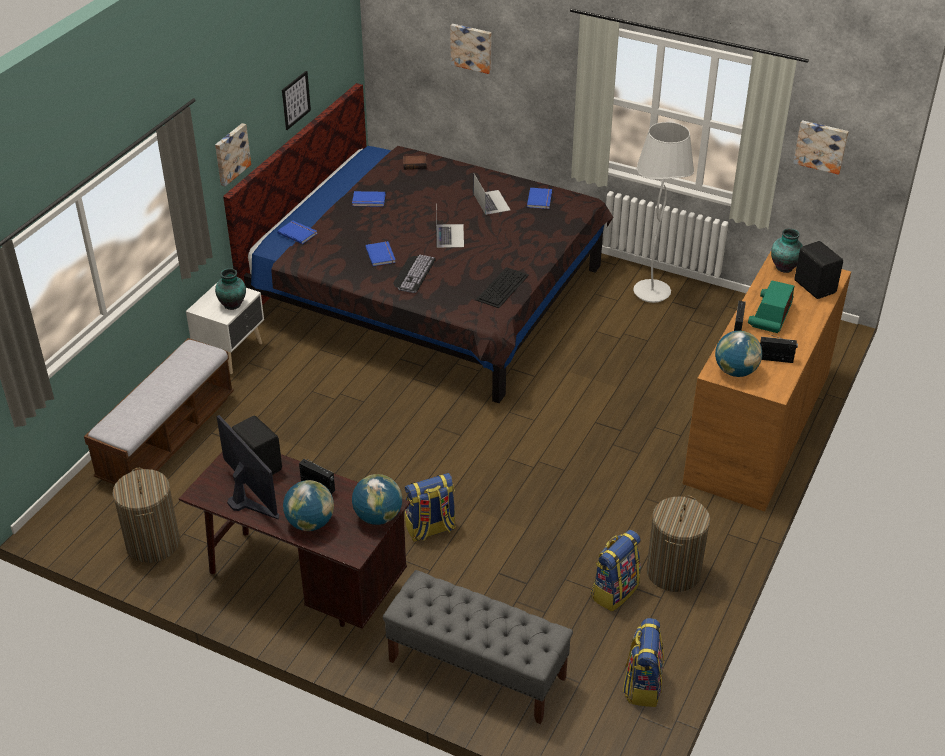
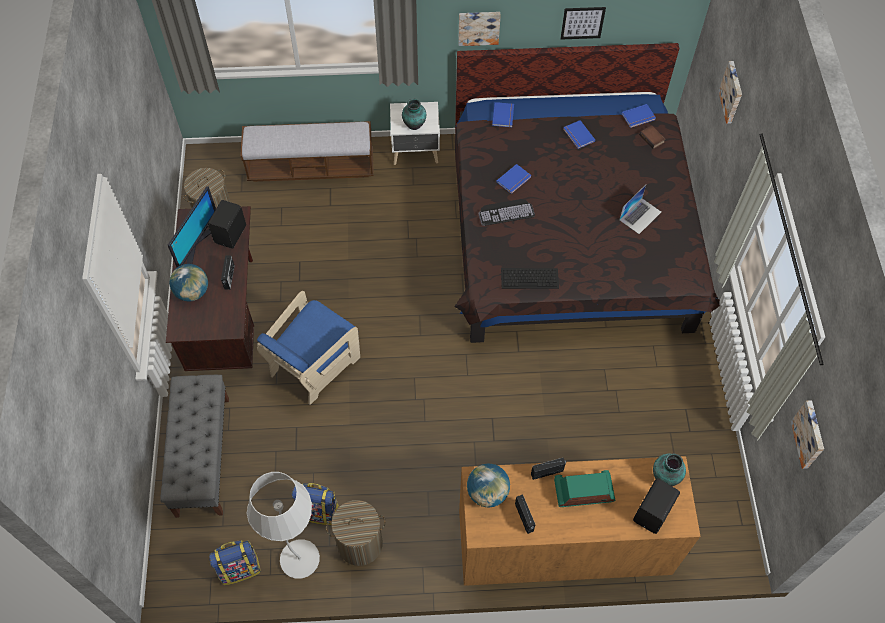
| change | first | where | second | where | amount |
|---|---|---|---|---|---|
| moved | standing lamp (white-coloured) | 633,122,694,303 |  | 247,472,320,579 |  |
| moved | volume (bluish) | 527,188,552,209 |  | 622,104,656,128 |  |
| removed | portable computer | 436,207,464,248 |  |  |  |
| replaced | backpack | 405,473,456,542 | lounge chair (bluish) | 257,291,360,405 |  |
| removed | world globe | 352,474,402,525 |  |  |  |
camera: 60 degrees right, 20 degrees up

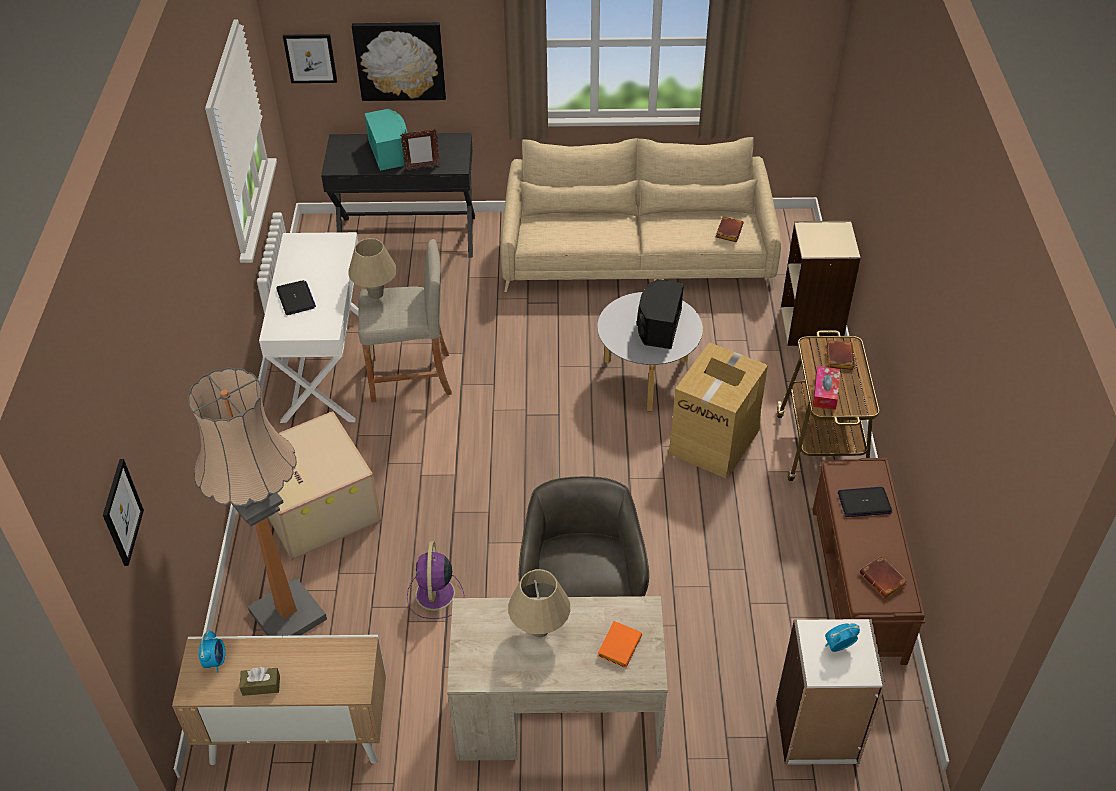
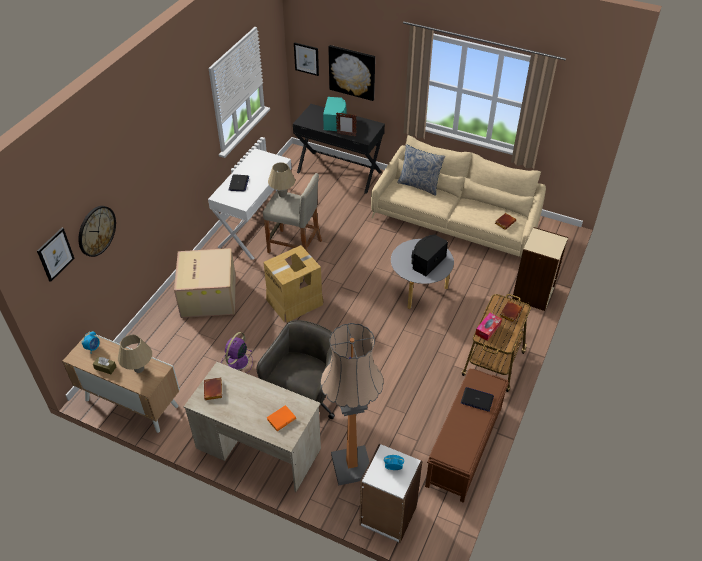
| change | first | where | second | where | amount |
|---|---|---|---|---|---|
| moved | carton | 669,342,768,478 |  | 263,245,324,323 |  |
| moved | standing lamp | 188,367,327,636 |  | 320,323,384,486 |  |
| moved | volume (brown-coloured) | 859,556,908,598 |  | 204,377,222,400 |  |
| moved | lamp for a table (beige-coloured) | 508,569,570,637 |  | 118,334,152,373 |  |
| added |  |  | pillow | 397,144,445,196 |  |
| added |  |  | wall clock | 78,206,116,257 |  |
camera: 25 degrees right, 0 degrees up

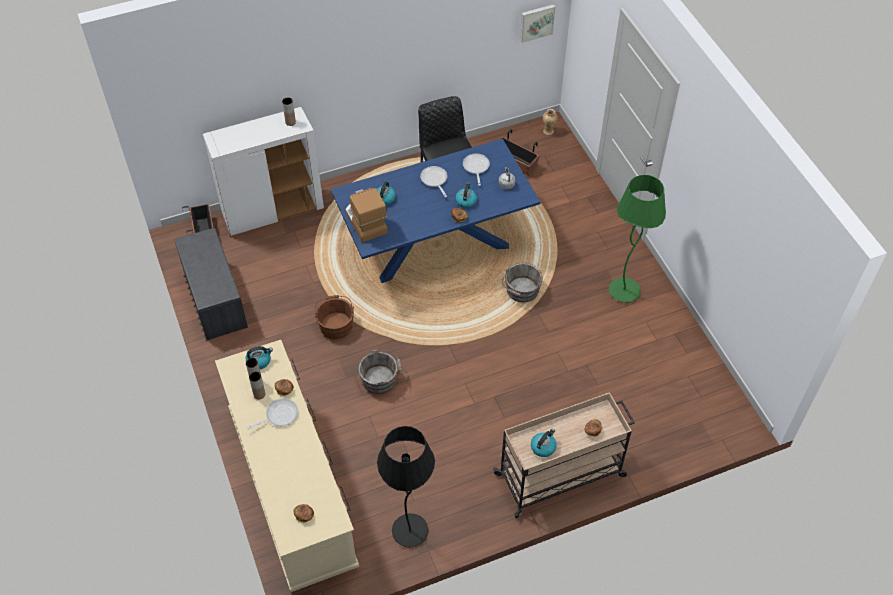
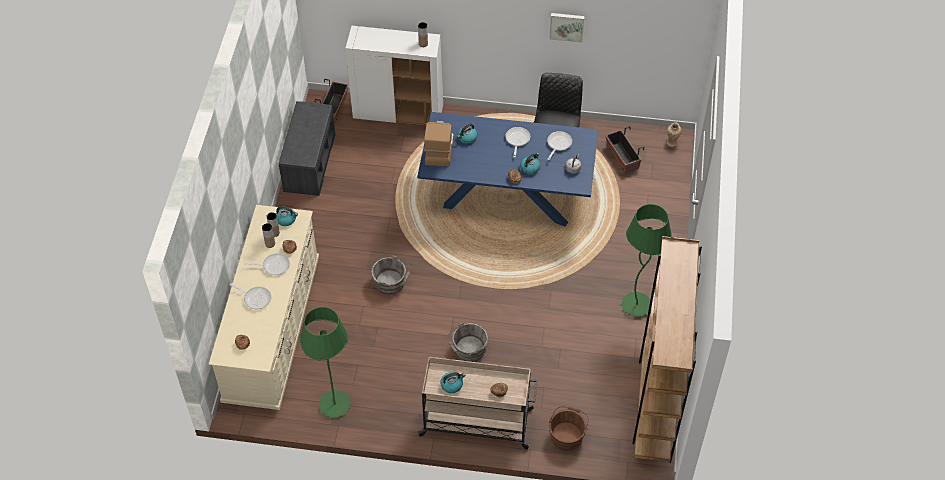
| change | first | where | second | where | amount |
|---|---|---|---|---|---|
| moved | wall picture | 520,4,555,43 |  | 549,13,584,43 |  |
| moved | pail (grey) | 502,263,543,302 |  | 448,323,488,362 |  |
| moved | pail (brown-coloured) | 314,295,354,339 |  | 549,406,589,450 |  |
| recoloured | standing lamp (blackish) | 377,426,435,548 | standing lamp (green) | 300,307,351,418 |  |
| added |  |  | bookshelf (brown-coloured) | 632,236,702,463 |  |
| added |  |  | skillet | 230,283,271,309 |  |
camera: 30 degrees right, 0 degrees up

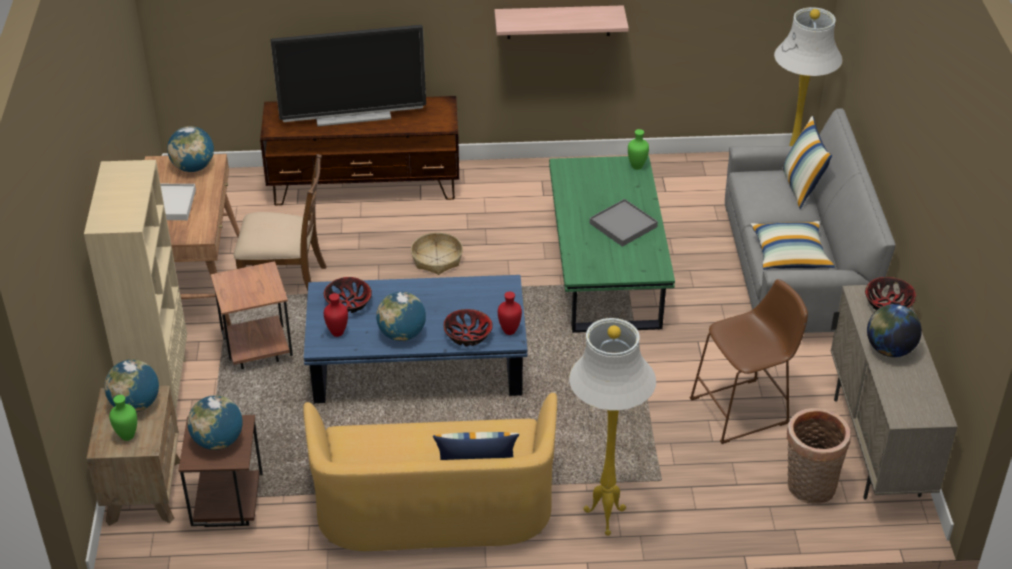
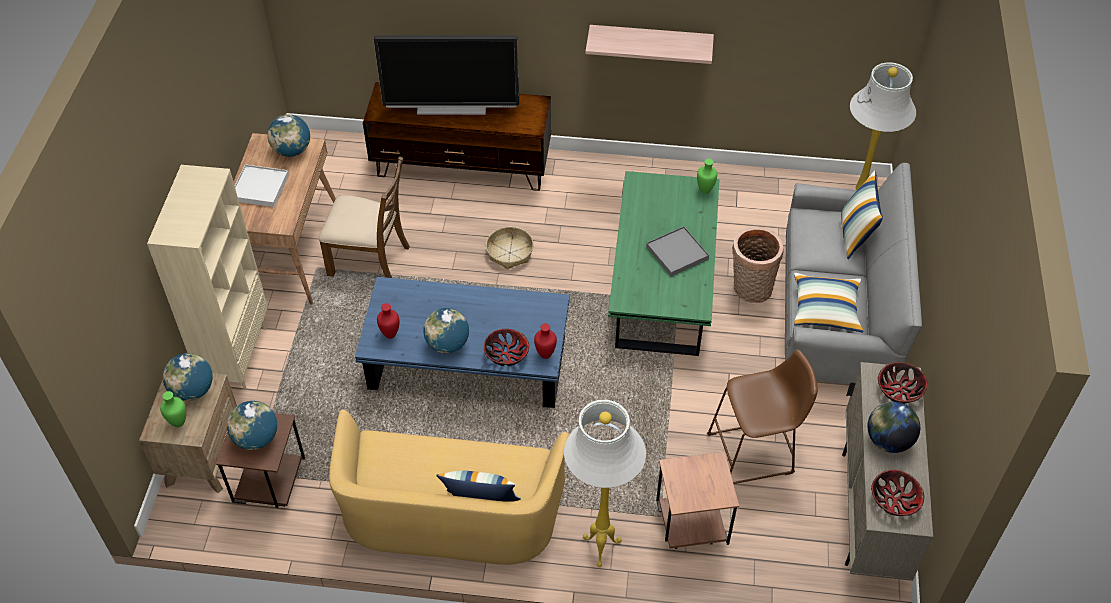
| change | first | where | second | where | amount |
|---|---|---|---|---|---|
| moved | accent table (brown-coloured) | 211,261,293,369 |  | 656,452,739,549 |  |
| moved | serving bowl | 324,277,372,313 |  | 871,470,924,516 |  |
| moved | storage basket | 786,408,851,504 |  | 732,227,783,303 |  |
camera: 10 degrees right, 10 degrees up

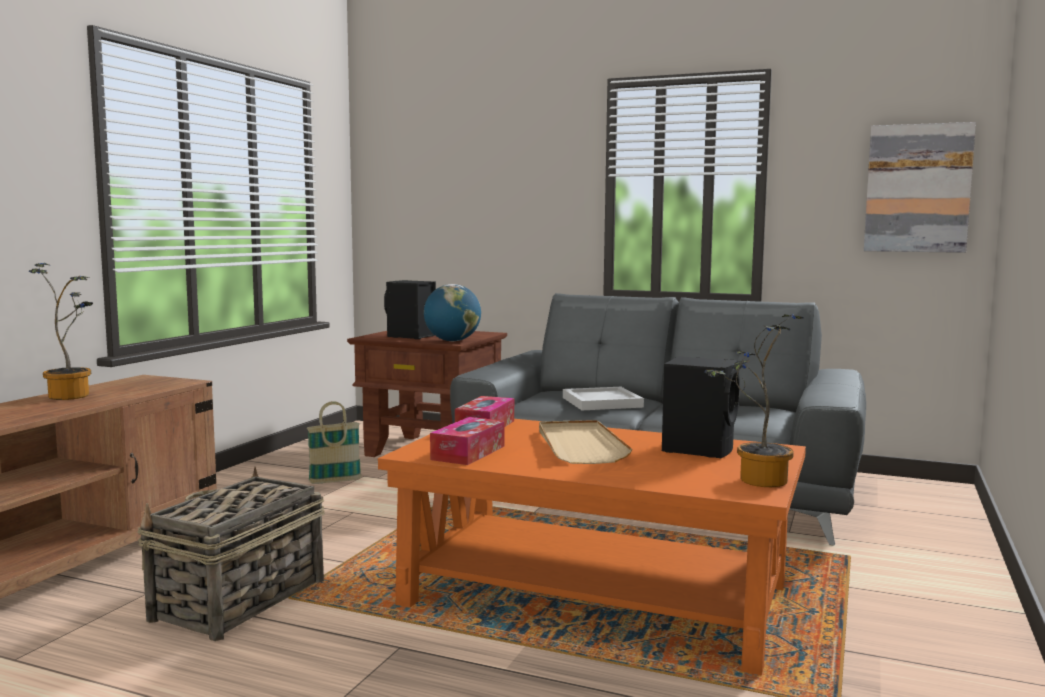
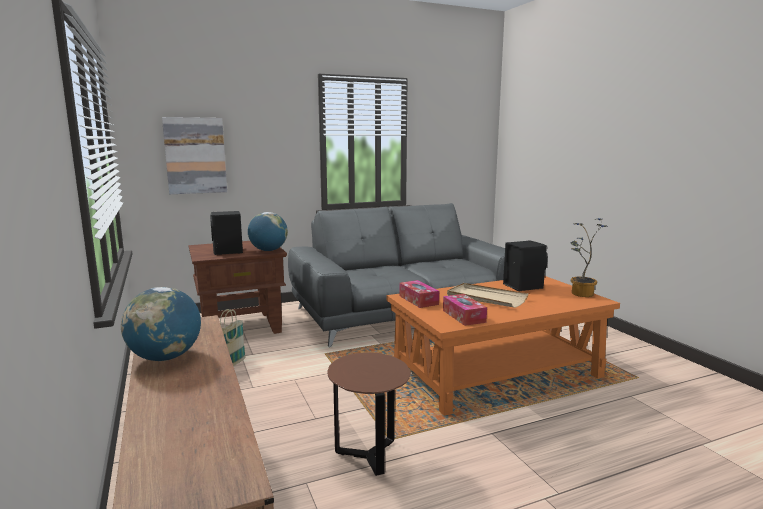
| change | first | where | second | where | amount |
|---|---|---|---|---|---|
| moved | wall picture | 864,122,976,253 |  | 162,117,227,194 |  |
| replaced | houseplant | 29,263,93,400 | world globe | 121,287,201,361 |  |
| removed | tray (white-coloured) | 563,387,644,410 |  |  |  |
| replaced | storage basket | 137,467,325,641 | accent table (brown-coloured) | 327,353,411,476 |  |
camera: 45 degrees left, 5 degrees up

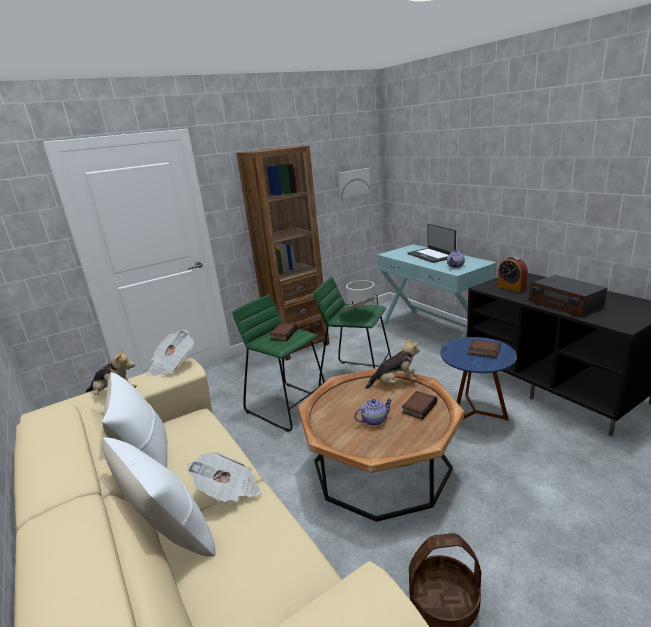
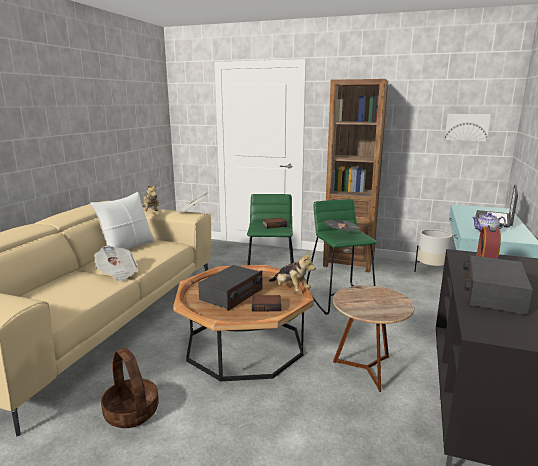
| change | first | where | second | where | amount |
|---|---|---|---|---|---|
| recoloured | accent table (bluish) | 440,337,517,421 | accent table (brown-coloured) | 333,285,414,392 |  |
| removed | volume | 468,339,501,358 |  |  |  |
| replaced | pot for tea | 354,398,393,426 | radio set | 198,265,263,311 |  |
| removed | pillow (white-coloured) | 102,437,215,557 |  |  |  |
camera: 50 degrees right, 5 degrees down

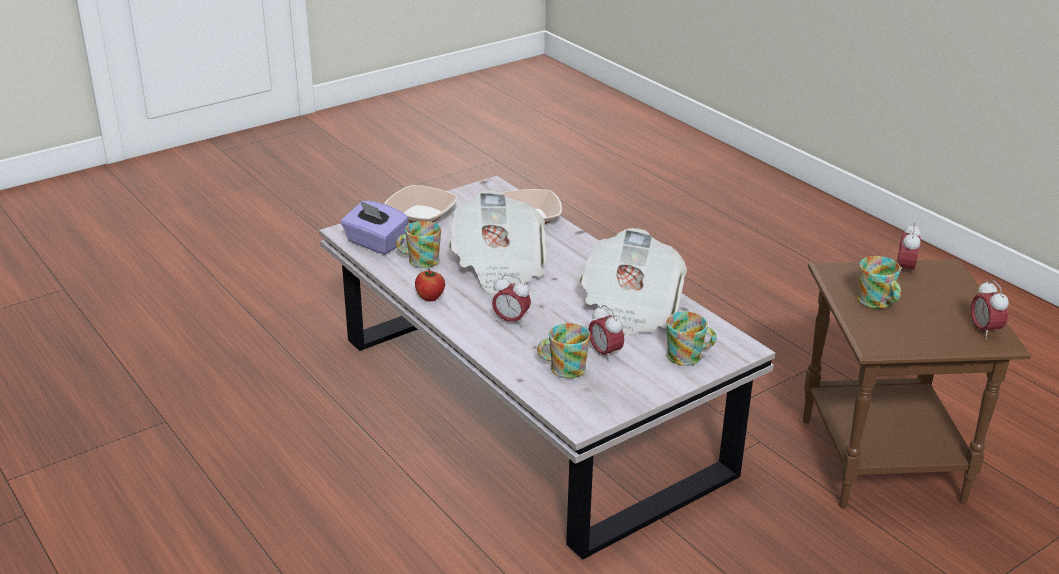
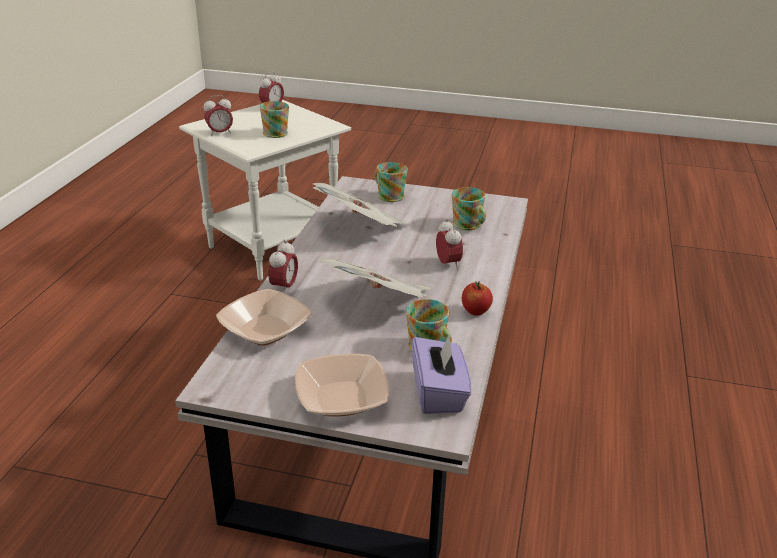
| change | first | where | second | where | amount |
|---|---|---|---|---|---|
| recoloured | accent table (brown-coloured) | 803,259,1031,508 | accent table (white-coloured) | 179,100,351,280 |  |
| moved | table clock | 589,305,624,362 |  | 268,240,298,294 |  |
camera: 130 degrees left, 0 degrees up

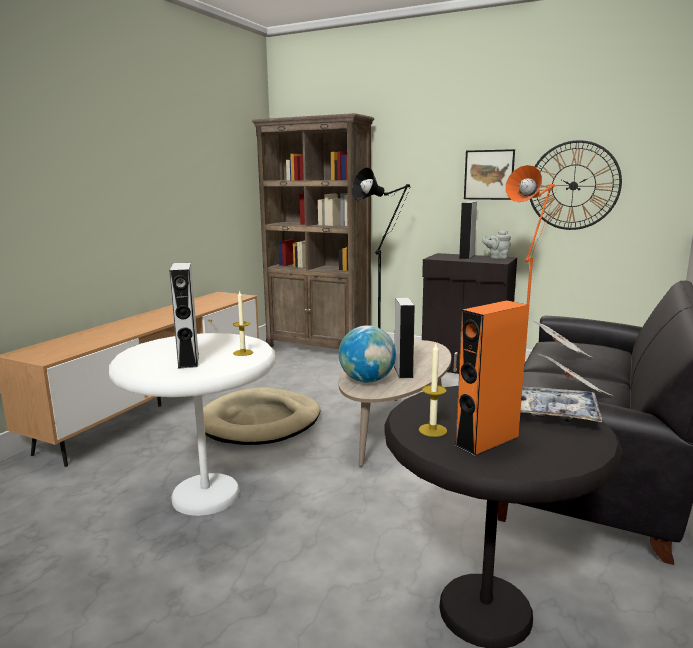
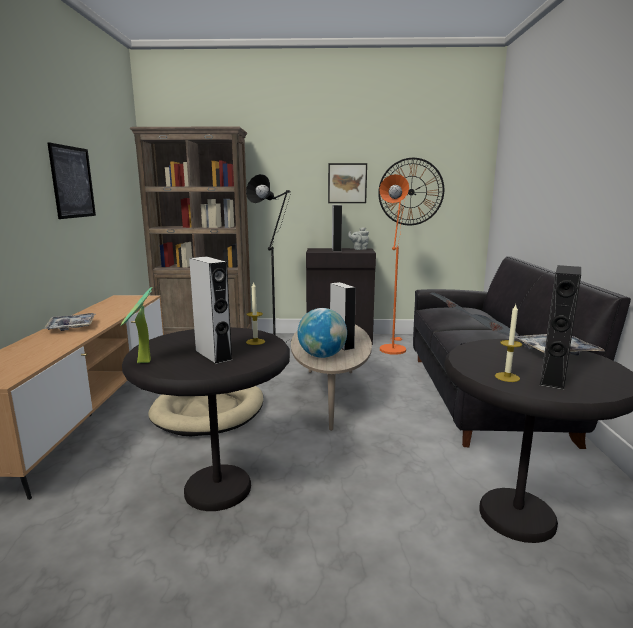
| change | first | where | second | where | amount |
|---|---|---|---|---|---|
| recoloured | audio speaker (orange) | 455,300,529,456 | audio speaker (blackish) | 539,265,581,390 |  |
| recoloured | accent table (white-coloured) | 109,333,275,516 | accent table (blackish) | 122,327,290,511 |  |
| added |  |  | wall picture | 47,142,96,219 |  |
| added |  |  | houseplant | 121,287,153,363 |  |
| added |  |  | tray | 44,313,95,331 |  |
camera: 25 degrees left, 0 degrees up

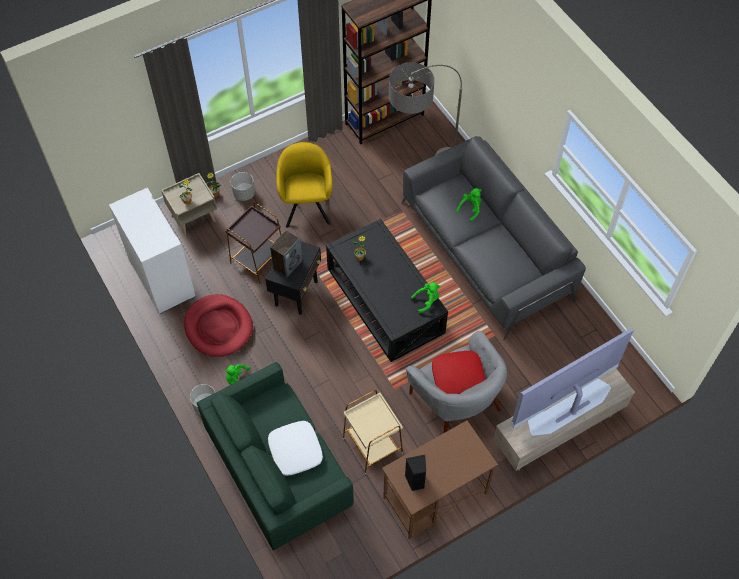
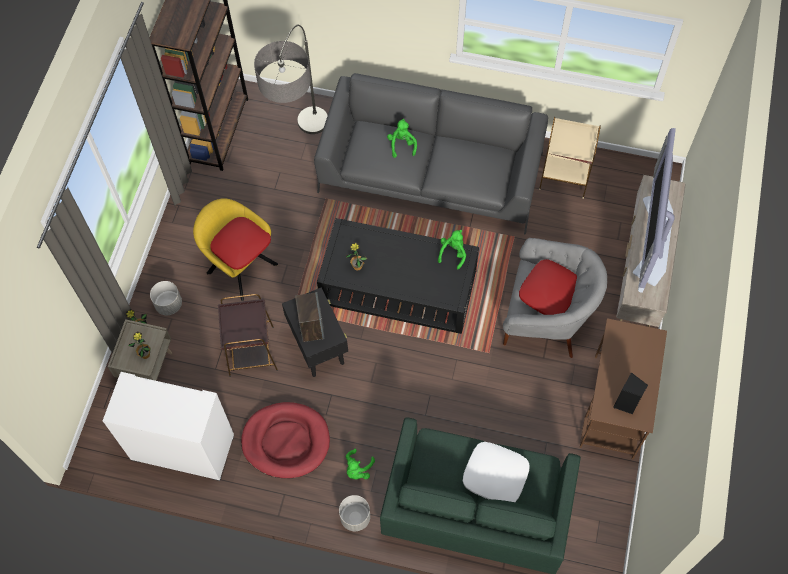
| change | first | where | second | where | amount |
|---|---|---|---|---|---|
| moved | accent table (beige-coloured) | 343,390,403,474 |  | 539,117,601,199 |  |
| added |  |  | pillow (red) | 210,217,271,270 |  |
camera: 45 degrees left, 5 degrees up

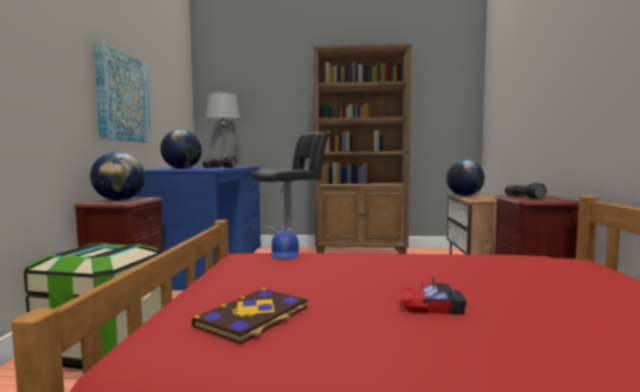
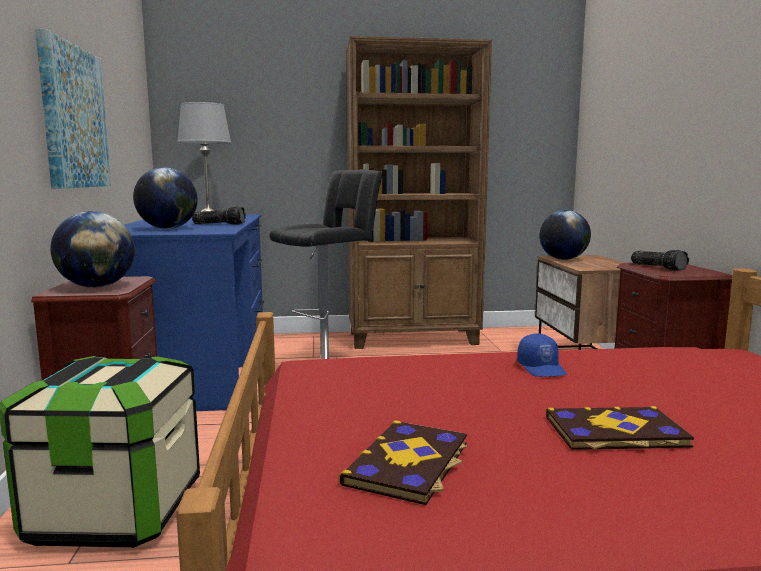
| change | first | where | second | where | amount |
|---|---|---|---|---|---|
| moved | cap (bluish) | 272,231,299,259 |  | 517,334,567,377 |  |
| replaced | toy car | 400,277,467,314 | volume | 546,406,694,450 |  |
camera: 10 degrees left, 5 degrees up

